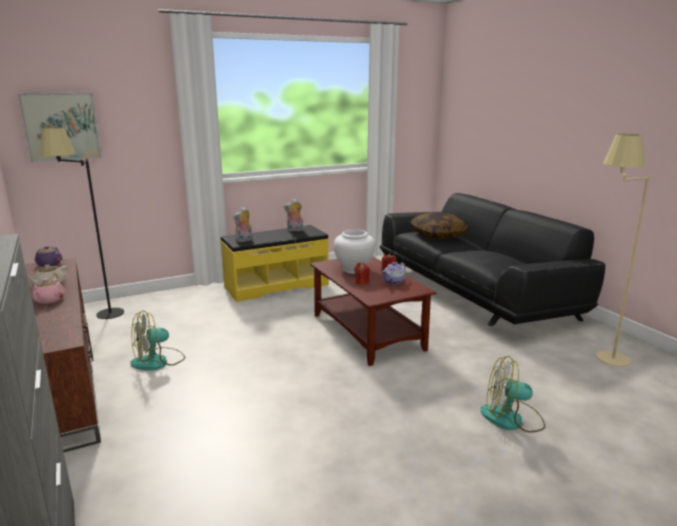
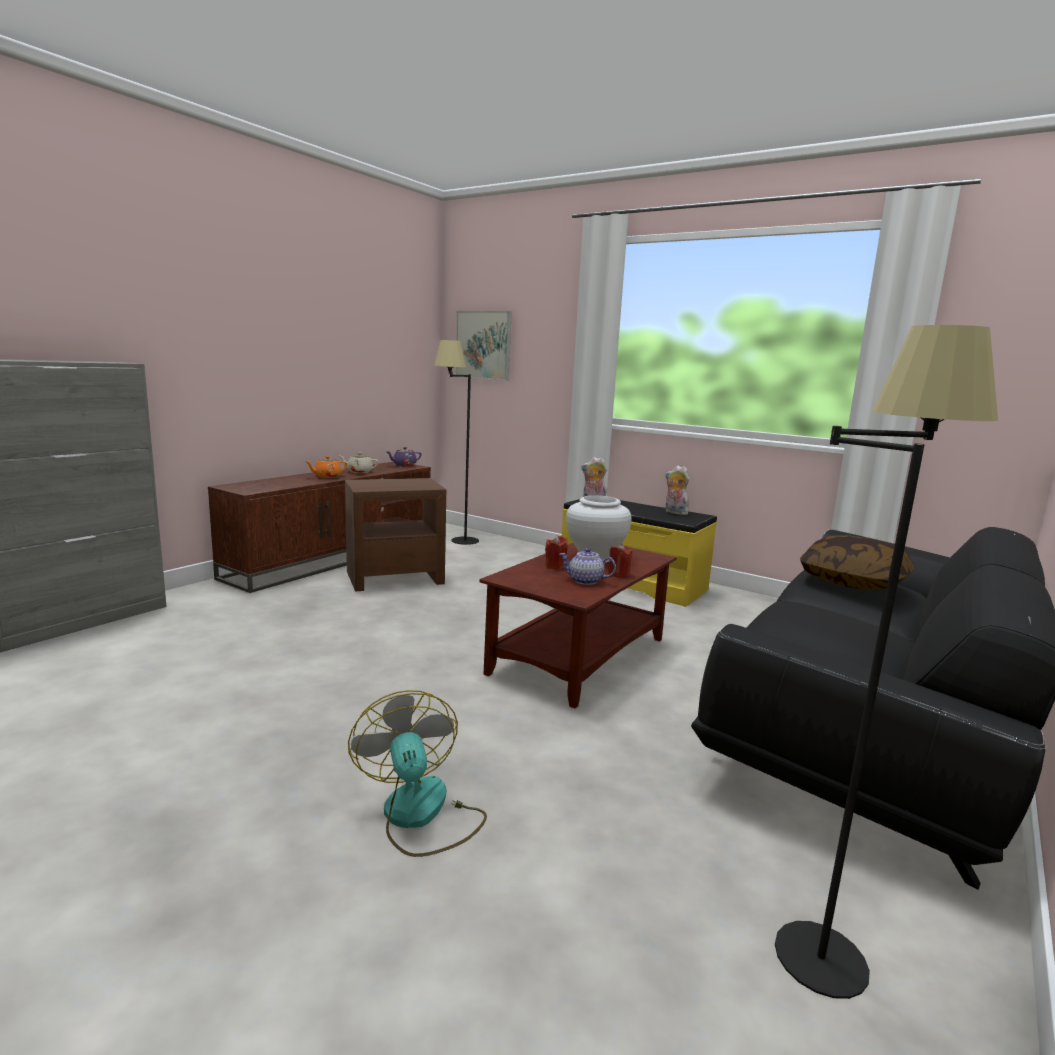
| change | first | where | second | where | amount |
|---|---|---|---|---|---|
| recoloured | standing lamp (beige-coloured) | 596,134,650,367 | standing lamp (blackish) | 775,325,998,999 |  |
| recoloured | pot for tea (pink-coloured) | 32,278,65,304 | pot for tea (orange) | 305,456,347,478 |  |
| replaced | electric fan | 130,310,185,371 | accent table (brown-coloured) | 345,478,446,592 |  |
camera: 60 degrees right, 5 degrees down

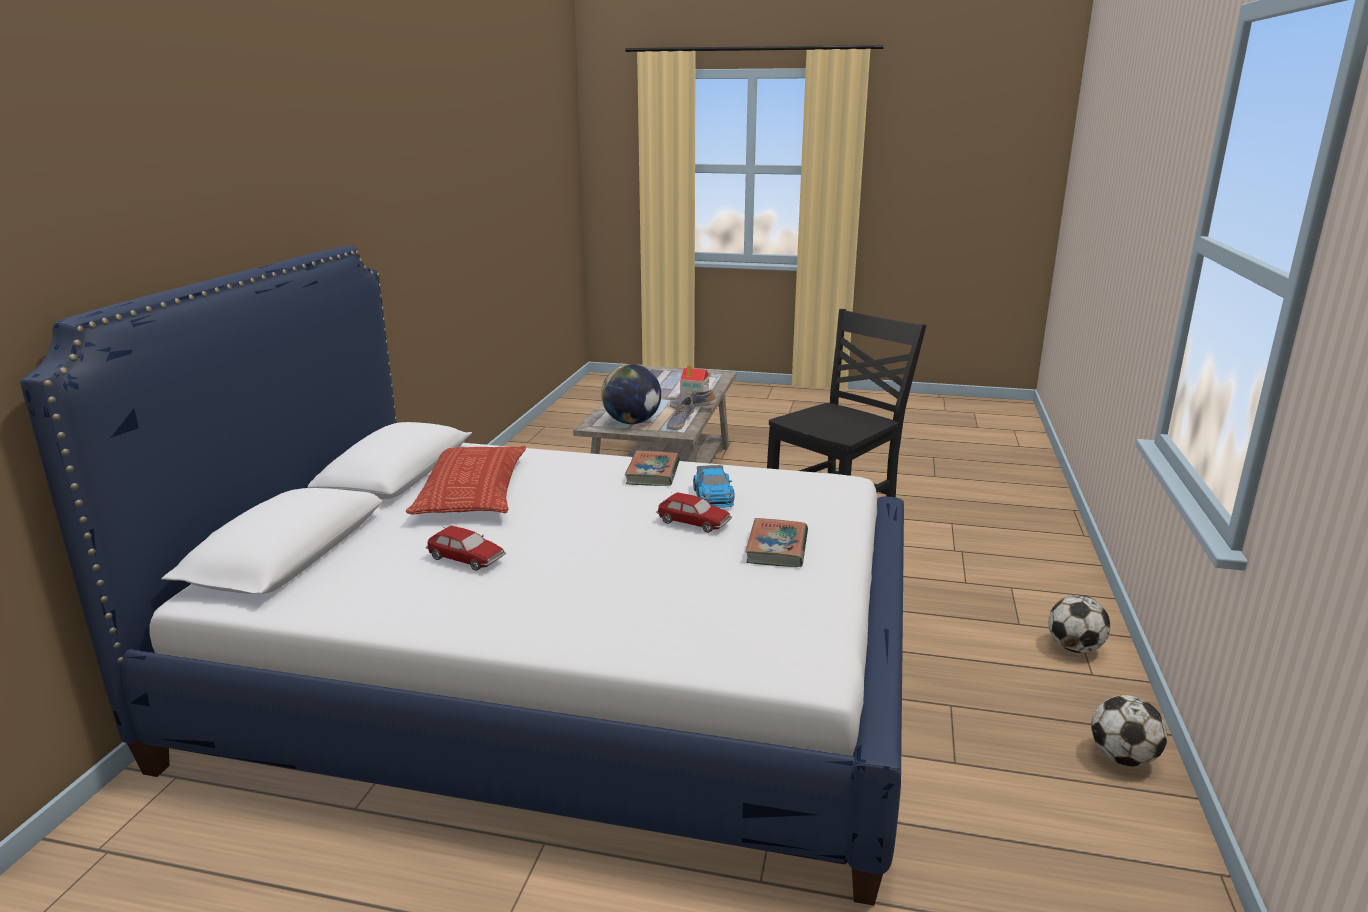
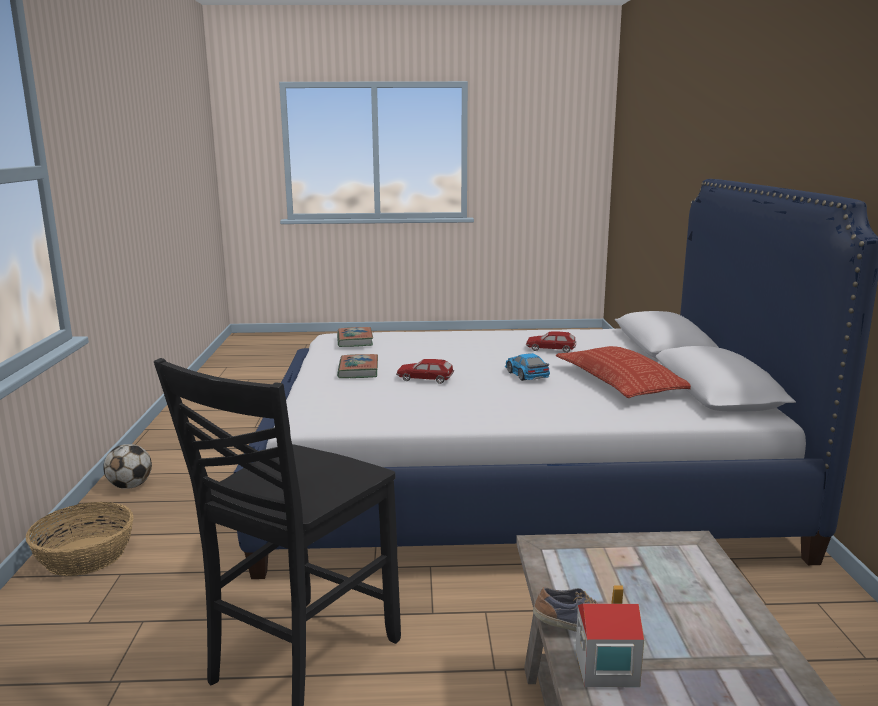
| change | first | where | second | where | amount |
|---|---|---|---|---|---|
| removed | world globe | 601,364,661,424 |  |  |  |
| removed | low shoe | 667,396,694,430 |  |  |  |
| moved | volume | 625,451,680,486 |  | 337,327,373,347 |  |
| moved | toy car | 693,465,735,508 |  | 505,353,550,381 |  |
| replaced | football ball | 1049,595,1110,653 | storage basket | 26,502,134,576 |  |
camera: 165 degrees right, 5 degrees down

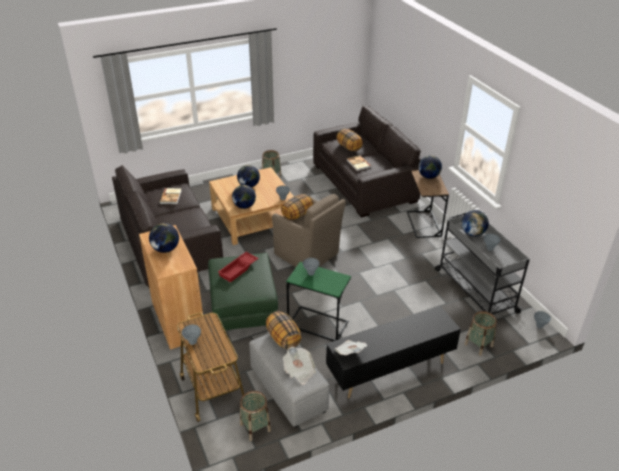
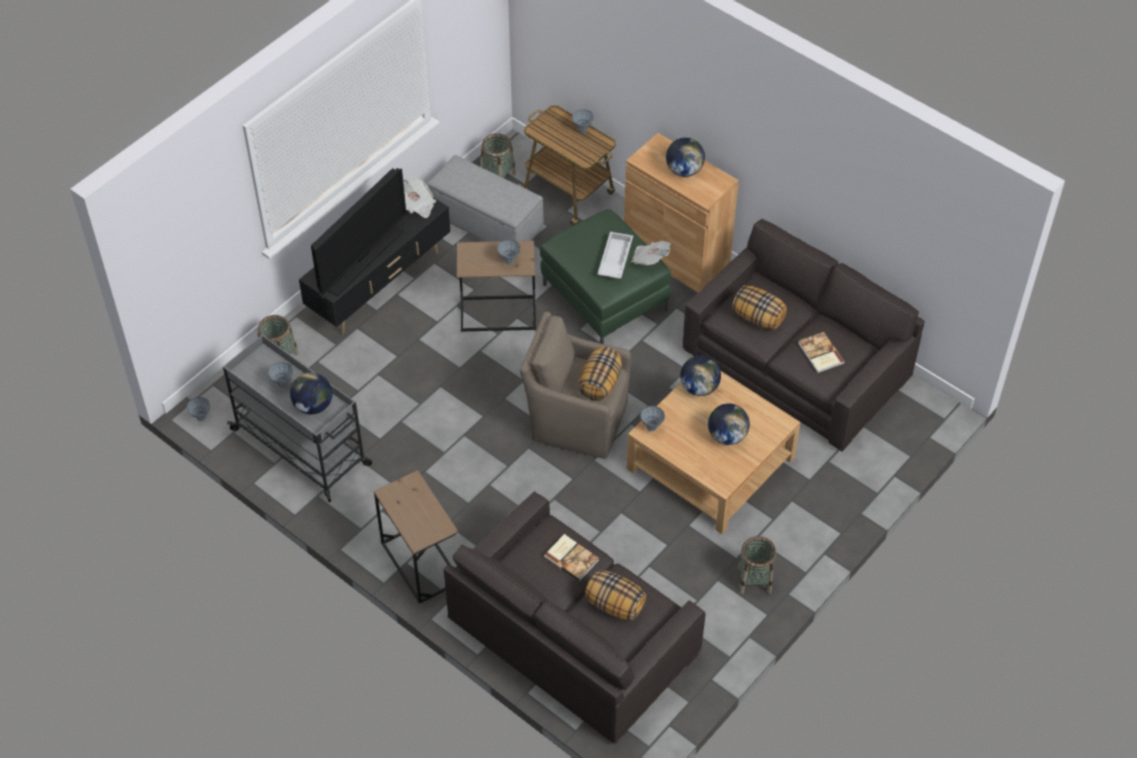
| change | first | where | second | where | amount |
|---|---|---|---|---|---|
| removed | world globe | 418,155,442,179 |  |  |  |
| recoloured | tray (red) | 218,252,258,282 | tray (white-coloured) | 598,232,633,279 |  |
| recoloured | accent table (green) | 286,262,351,341 | accent table (brown-coloured) | 457,241,536,332 |  |
| moved | pillow | 266,311,302,350 |  | 732,285,787,330 |  |
| moved | newspaper | 283,347,316,385 |  | 631,241,671,265 |  |
| added |  |  | TV | 311,168,406,296 |  |
camera: 155 degrees right, 15 degrees up

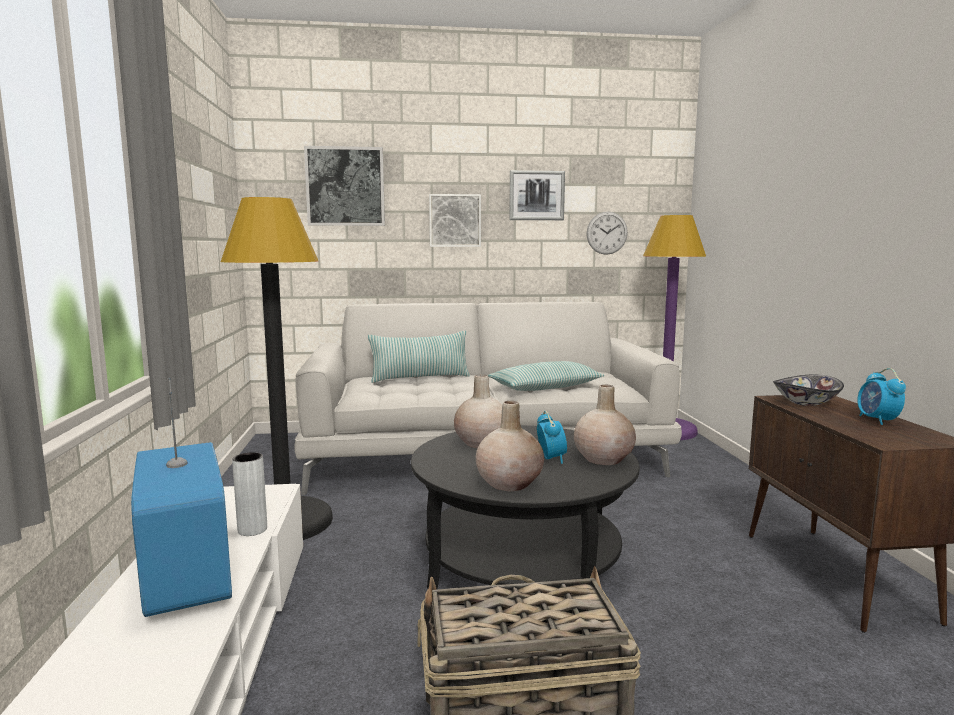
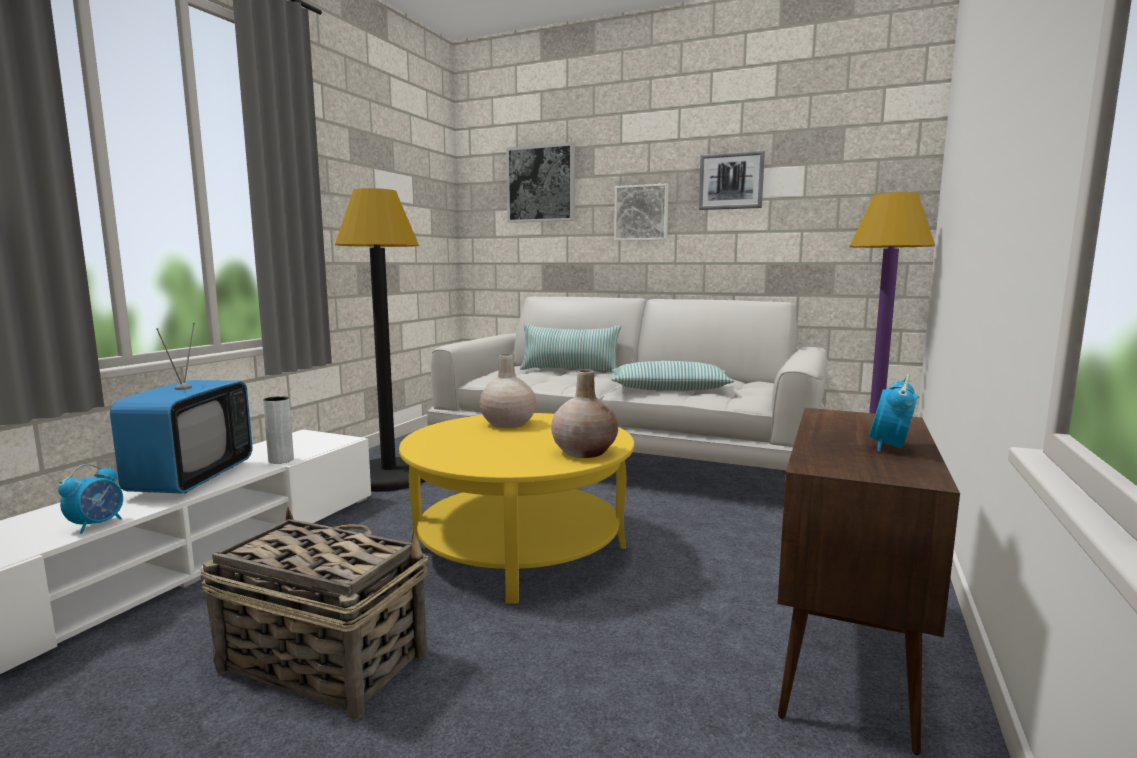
| change | first | where | second | where | amount |
|---|---|---|---|---|---|
| removed | wall clock | 586,211,628,255 |  |  |  |
| removed | serving bowl | 773,375,844,406 |  |  |  |
| removed | vase (beige-coloured) | 476,401,544,491 |  |  |  |
| moved | table clock | 537,411,567,464 |  | 58,464,123,534 |  |
| recoloured | low table (blackish) | 411,425,640,589 | low table (yellowish) | 399,413,634,603 |  |
camera: 30 degrees right, 0 degrees up

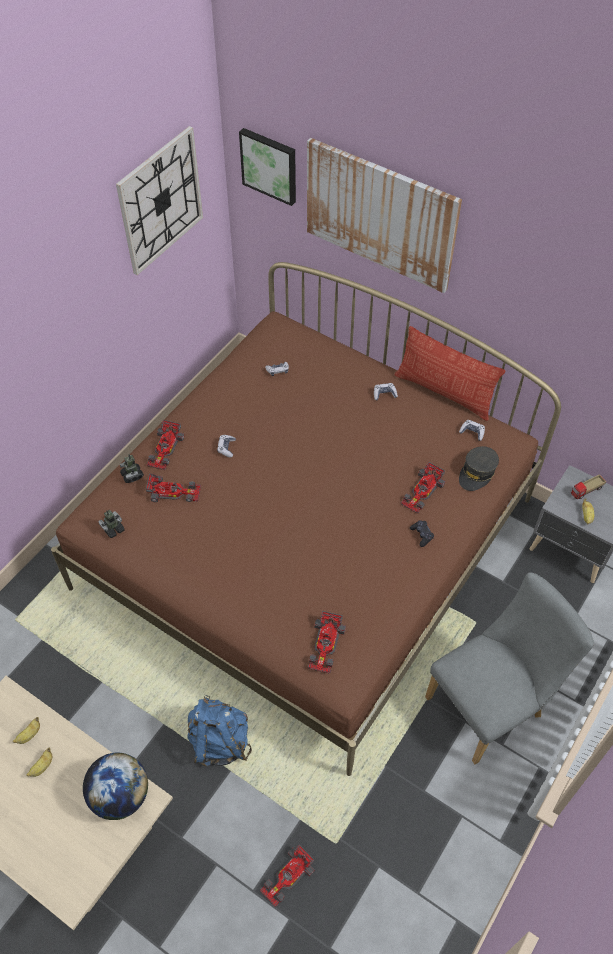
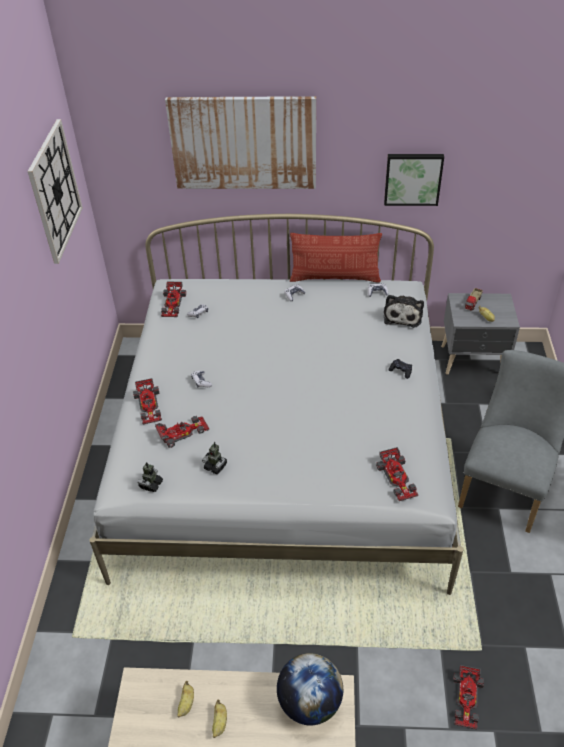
| change | first | where | second | where | amount |
|---|---|---|---|---|---|
| moved | wall picture | 239,128,296,206 |  | 384,154,444,206 |  |
| recoloured | sleeping bed (brown-coloured) | 51,262,561,776 | sleeping bed (white-coloured) | 89,214,463,595 |  |
| replaced | cap (grey) | 459,446,499,491 | cuddly toy | 384,295,424,328 |  |
| moved | model robot | 120,454,144,483 |  | 202,442,227,474 |  |
| moved | toy car | 401,462,445,513 |  | 161,282,186,317 |  |
| removed | backpack (bluish) | 187,695,252,766 |  |  |  |
camera: 30 degrees left, 10 degrees down

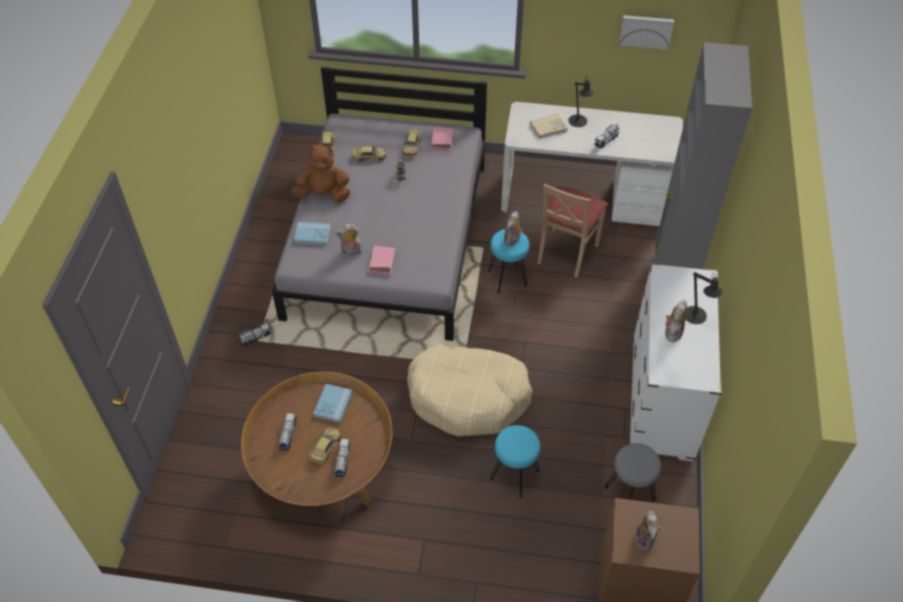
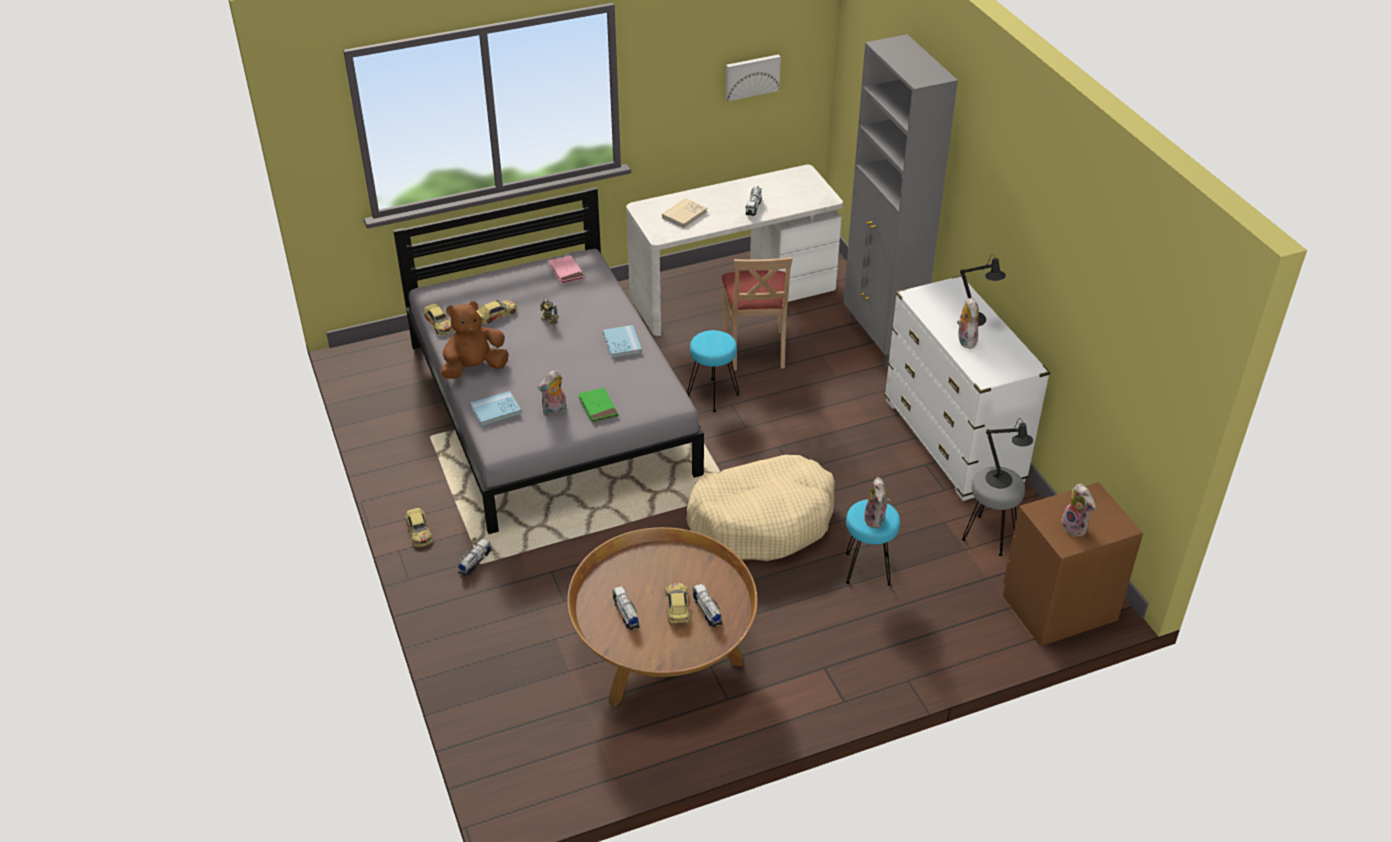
| change | first | where | second | where | amount |
|---|---|---|---|---|---|
| moved | lamp for a table (blackish) | 568,79,594,127 |  | 985,418,1034,489 |  |
| moved | toy car | 402,130,421,158 |  | 405,508,432,547 |  |
| moved | cuddly toy | 504,211,522,247 |  | 864,477,891,528 |  |
| recoloured | volume (pink-coloured) | 368,245,396,276 | volume (green) | 578,388,619,423 |  |
| moved | volume (bluish) | 313,384,353,423 |  | 603,325,642,358 |  |
camera: 30 degrees left, 10 degrees down

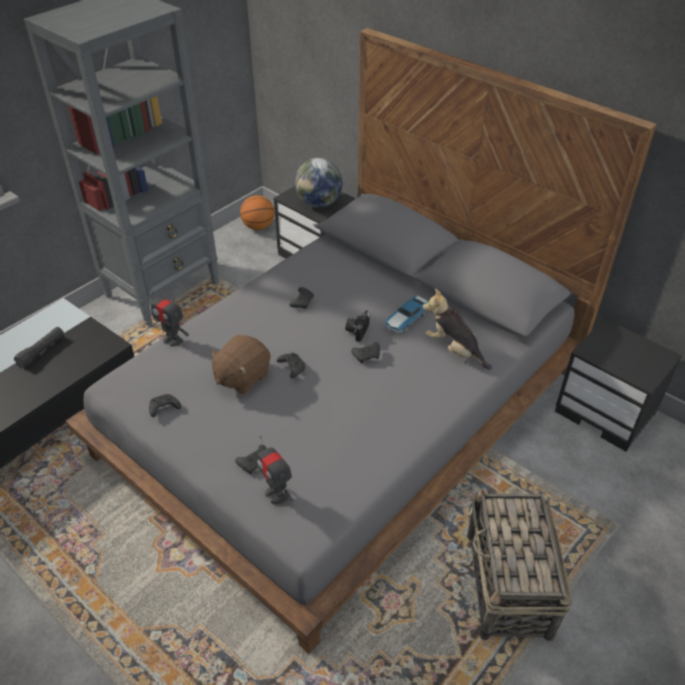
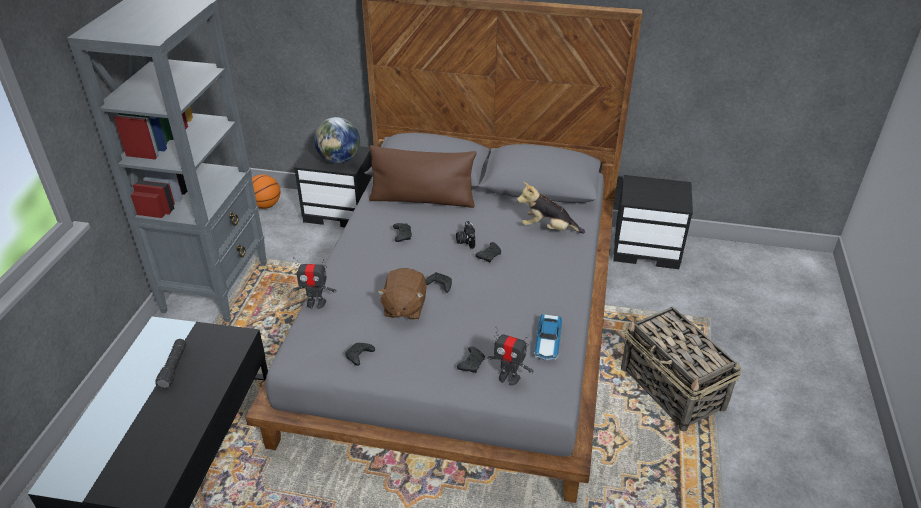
| change | first | where | second | where | amount |
|---|---|---|---|---|---|
| moved | toy car | 384,295,429,333 |  | 534,314,562,361 |  |
| added |  |  | pillow (brown-coloured) | 369,145,476,208 |  |
camera: 30 degrees left, 5 degrees down

